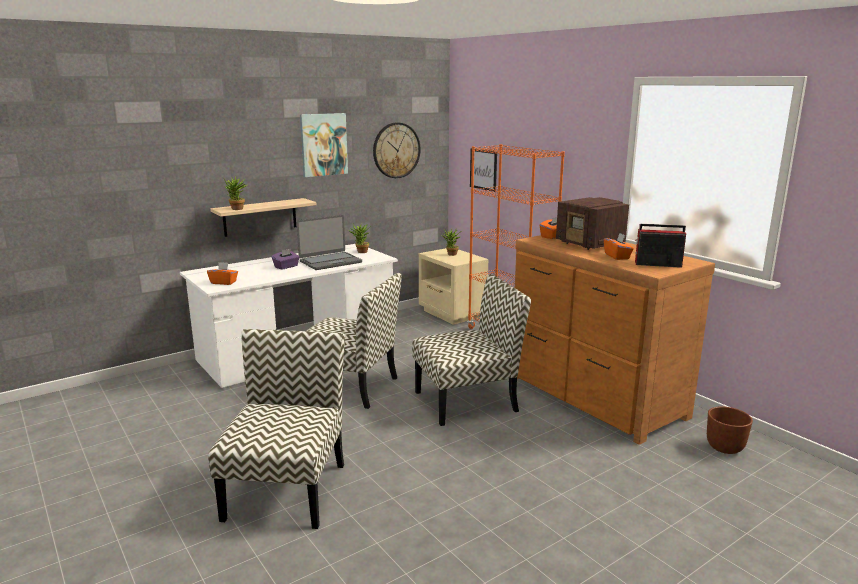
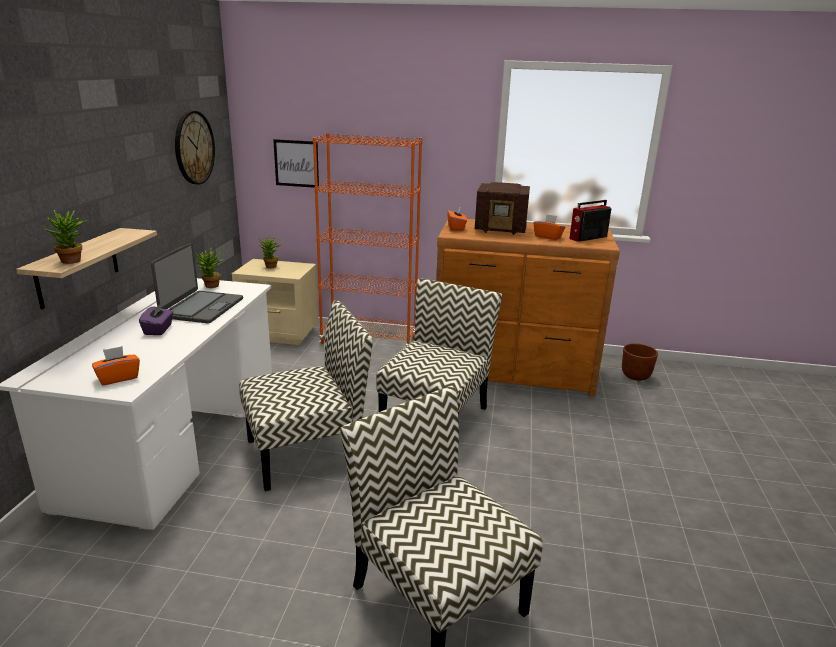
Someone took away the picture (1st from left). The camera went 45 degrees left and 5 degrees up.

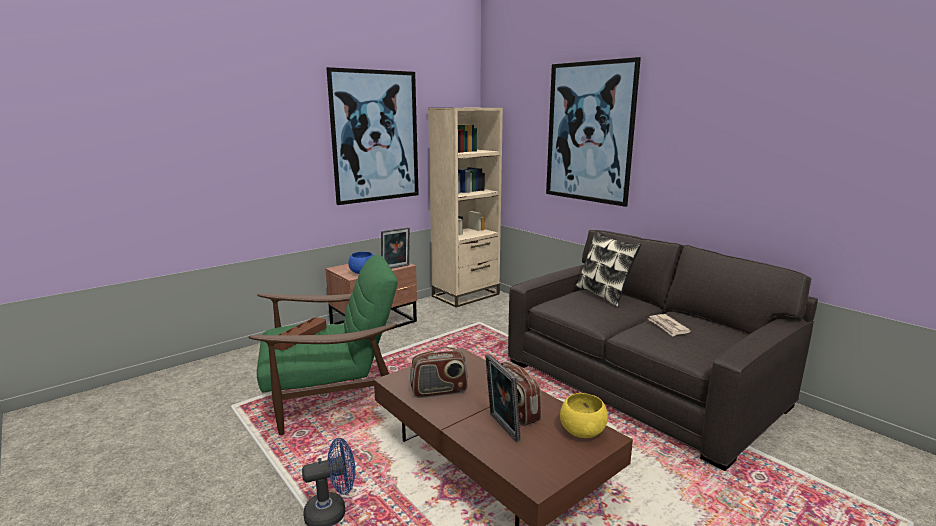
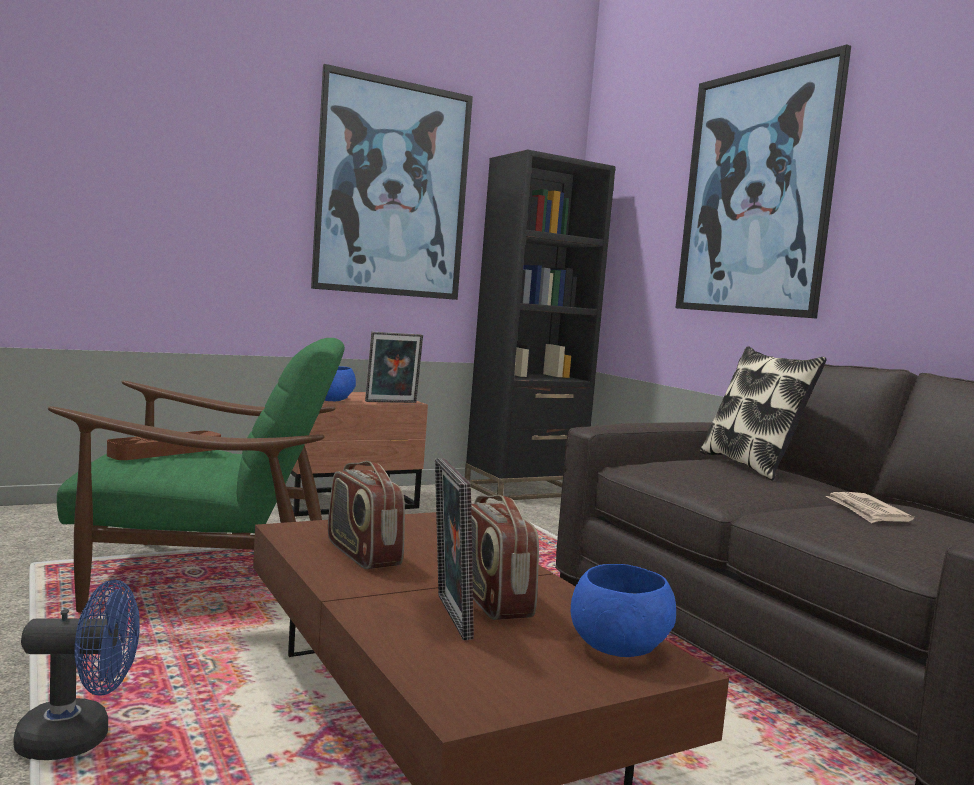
Someone rotated the radio (1st from left) by 60 degrees clockwise. Someone repainted the bookcase (beige), which became the bookcase (black). Someone repainted the bowl (yellow), which became the bowl (blue) (2nd from left). The camera went 10 degrees right and 10 degrees down.

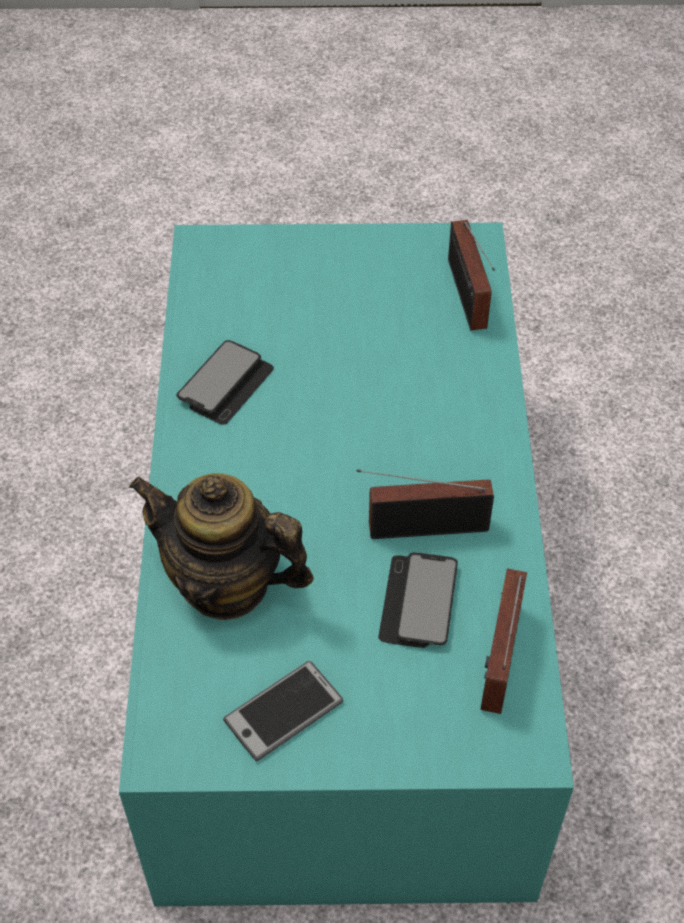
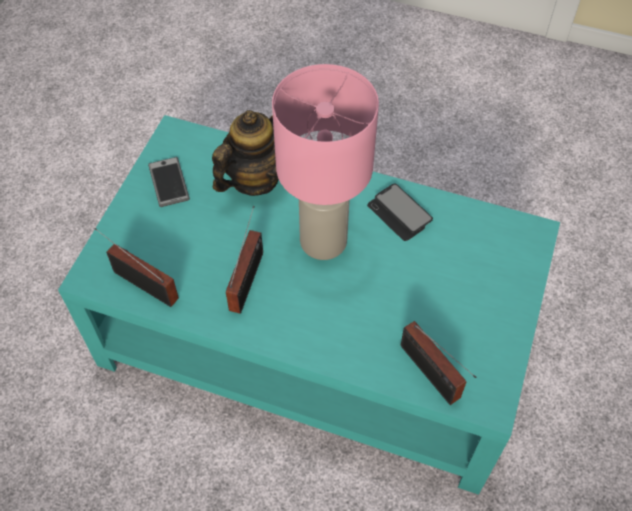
Someone took away the phone (3rd from left). Someone rotated the radio (2nd from left in the first image) by 135 degrees counterclockwise. Someone put down the table lamp (pink). The camera went 110 degrees right and 5 degrees up.

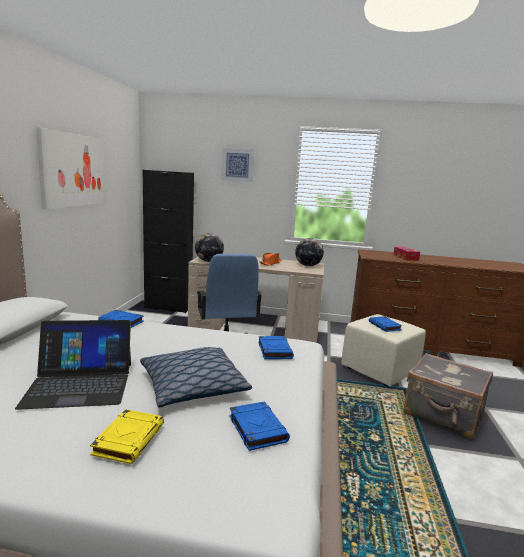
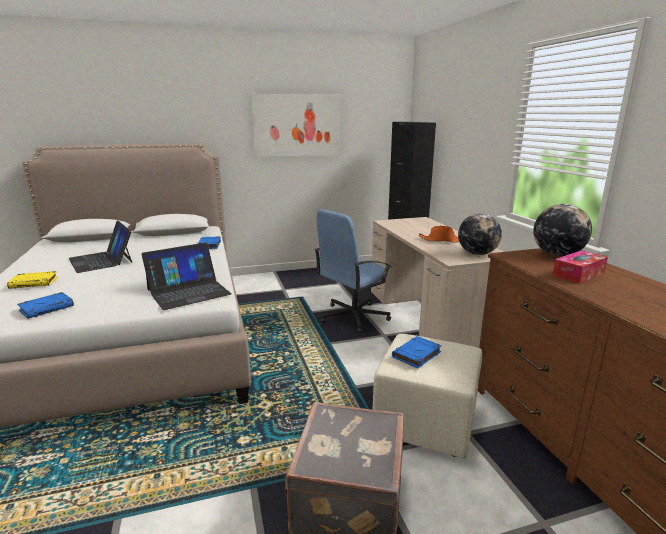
Someone took away the pillow. Someone carried the globe (1st from left in the first image). Someone took away the picture (2nd from left). Someone swapped the book (blue) (3rd from left) for the laptop (2nd from left). The camera went 65 degrees right and 5 degrees up.

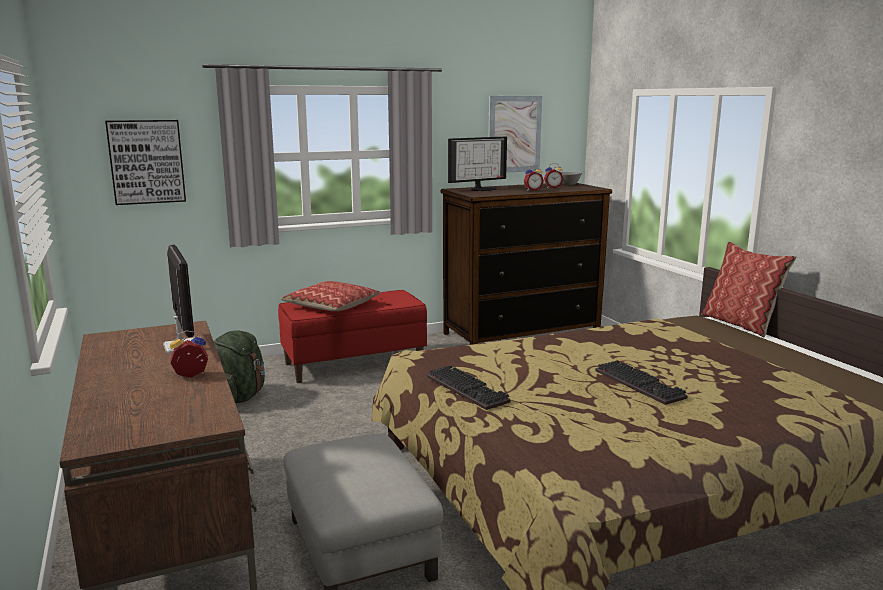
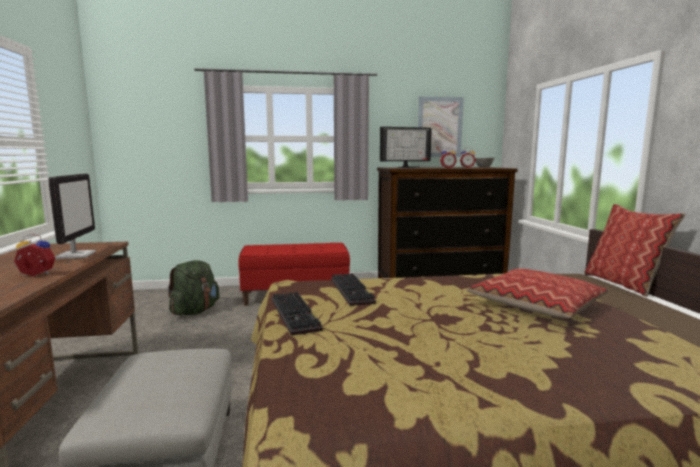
Someone took away the picture (1st from left). Someone carried the pillow (1st from left). Someone carried the keyboard (2nd from left). The camera went 15 degrees right and 5 degrees down.

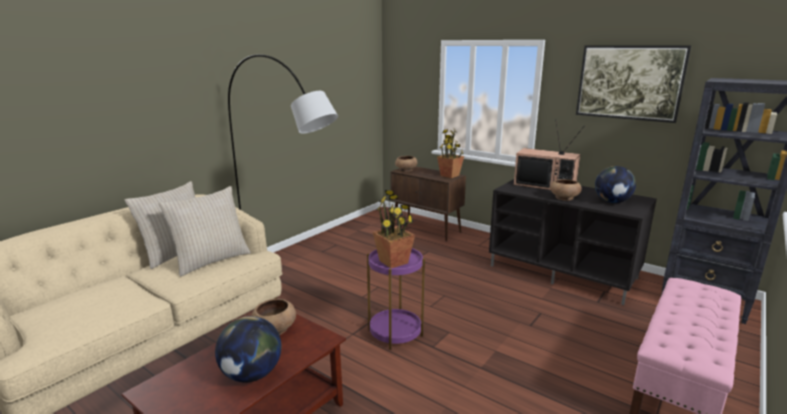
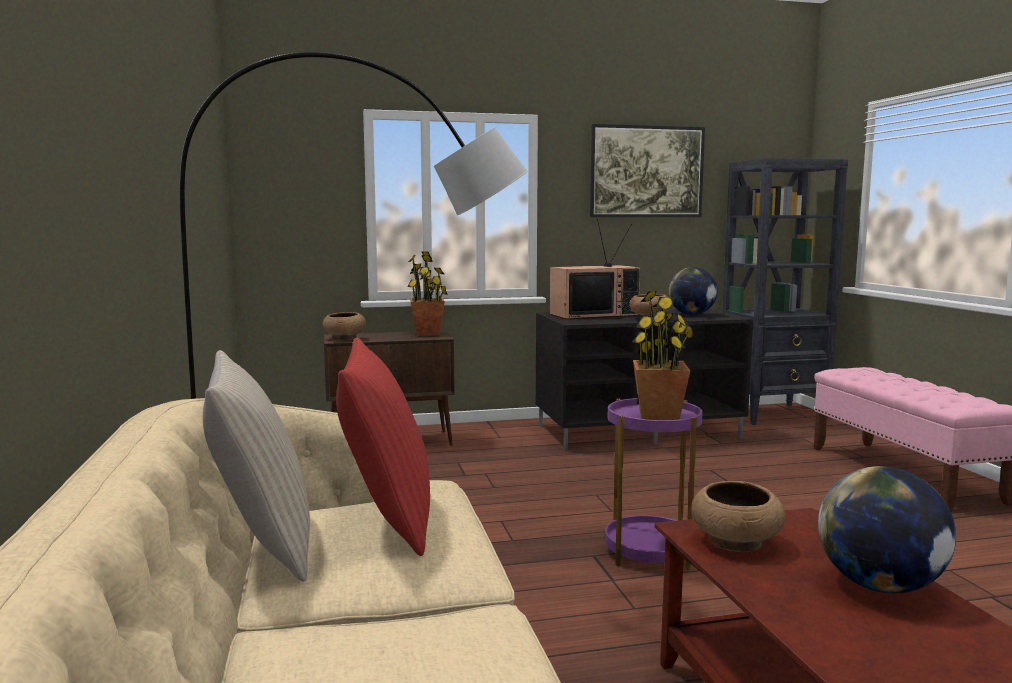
Someone repainted the pillow (beige) (2nd from left), which became the pillow (red). The camera went 50 degrees left and 10 degrees down.

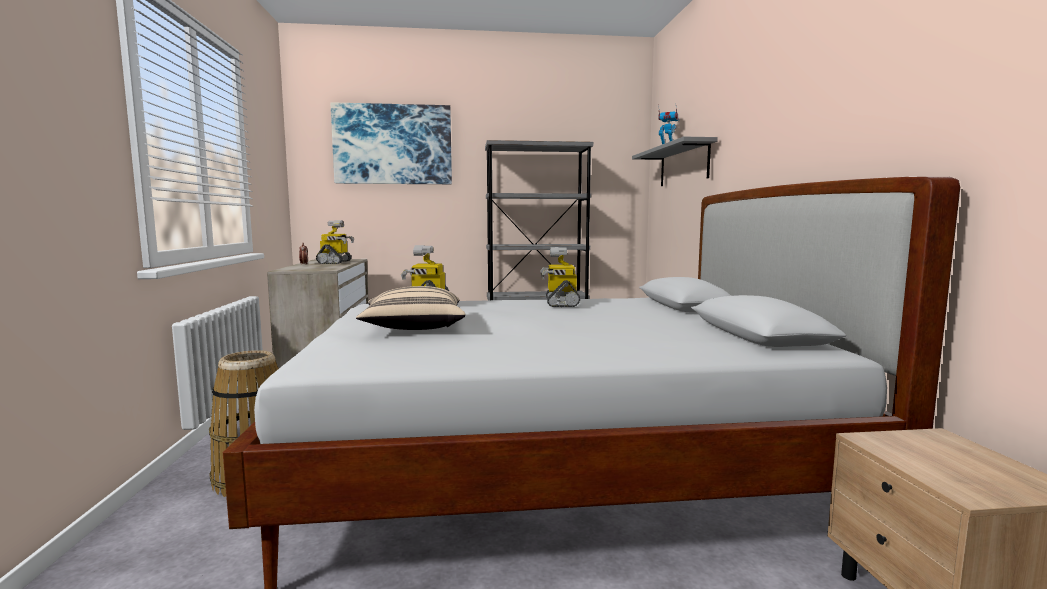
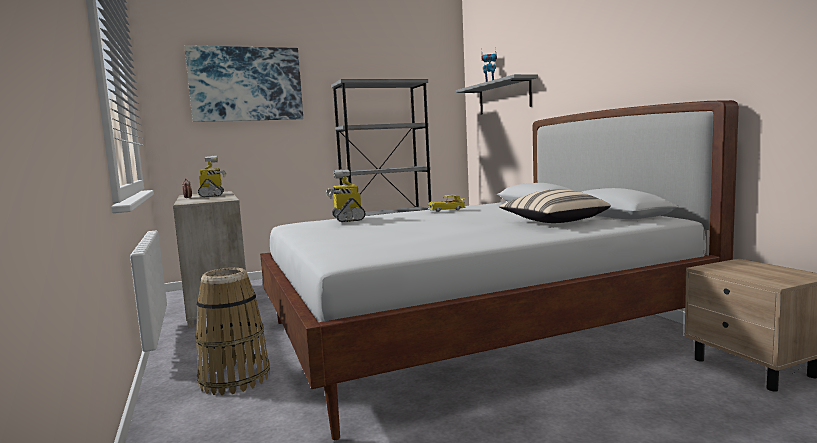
Someone carried the pillow (beige). Someone swapped the toy robot (3rd from left) for the toy car. The camera went 15 degrees left and 0 degrees up.

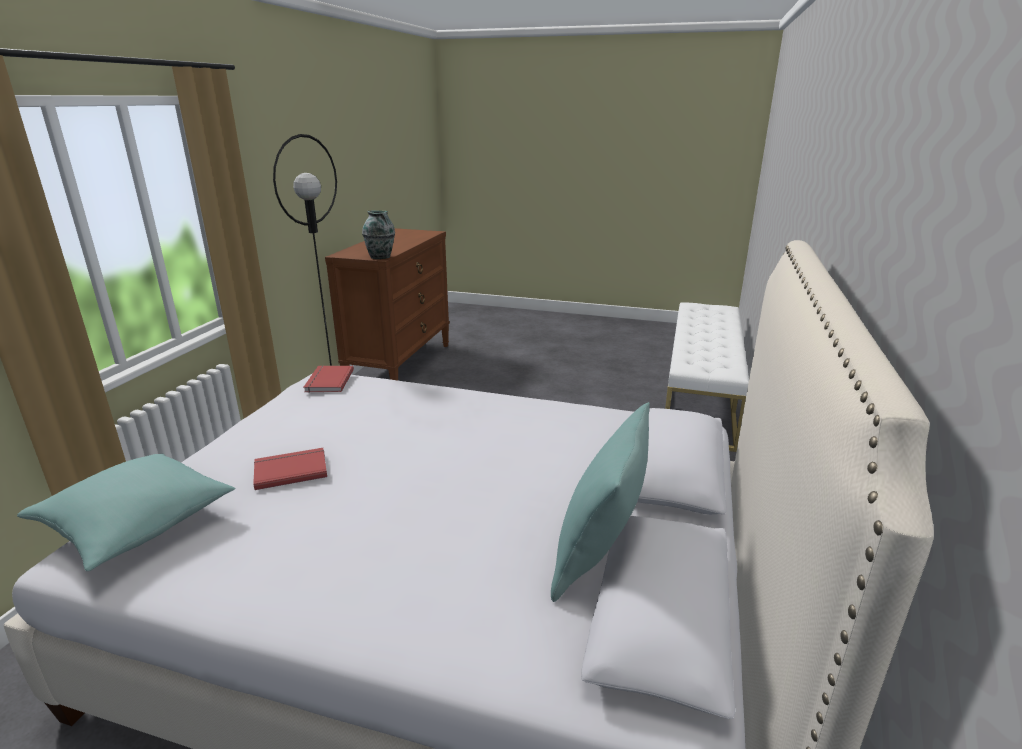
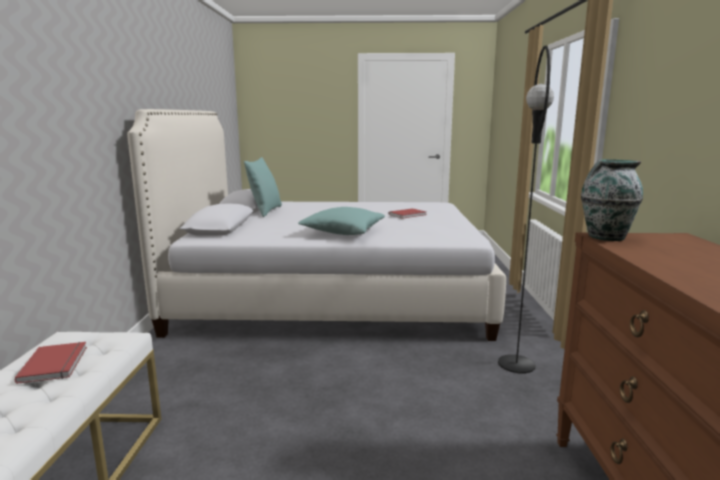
Someone carried the pillow (turquoise) (1st from left in the first image). Someone carried the book (red) (2nd from left in the first image). The camera went 165 degrees right and 10 degrees down.

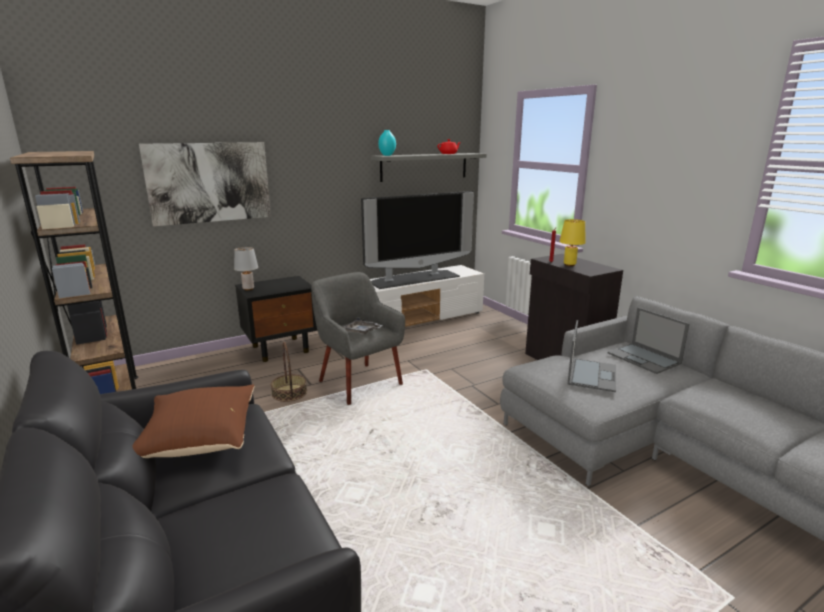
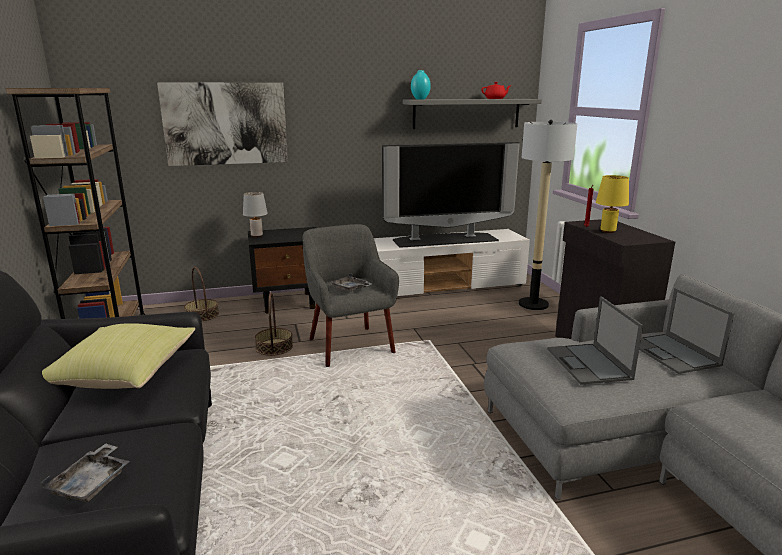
Someone repainted the pillow (brown), which became the pillow (yellow). Someone rotated the laptop (1st from left) by 135 degrees clockwise. Someone put down the tray (grey) (1st from left). Someone put down the basket (1st from left). Someone put down the floor lamp. The camera went 15 degrees right and 0 degrees up.

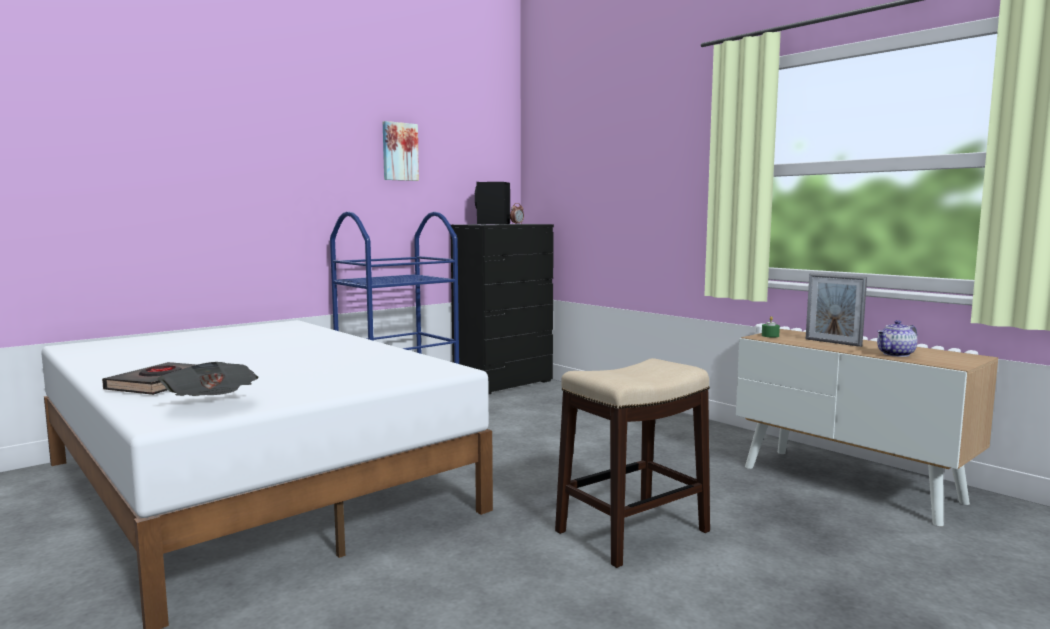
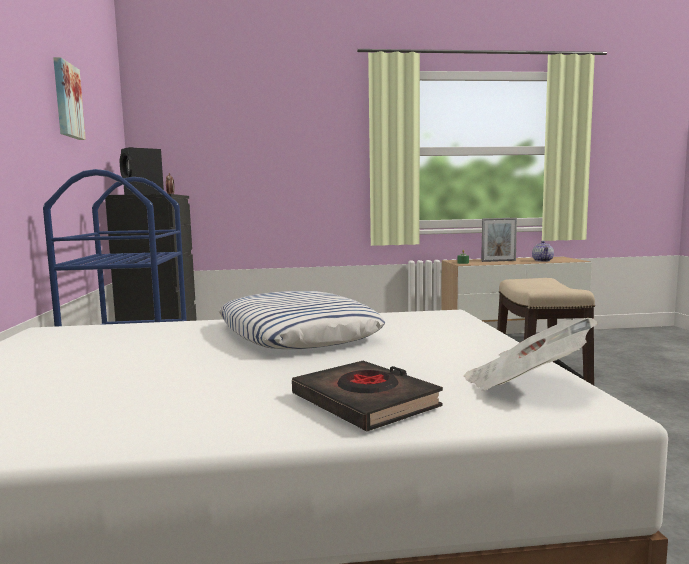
Someone put down the pillow. The camera went 55 degrees left and 0 degrees up.

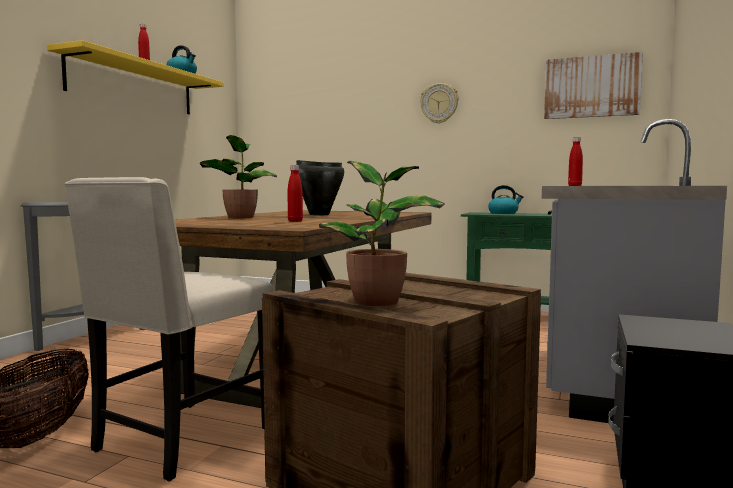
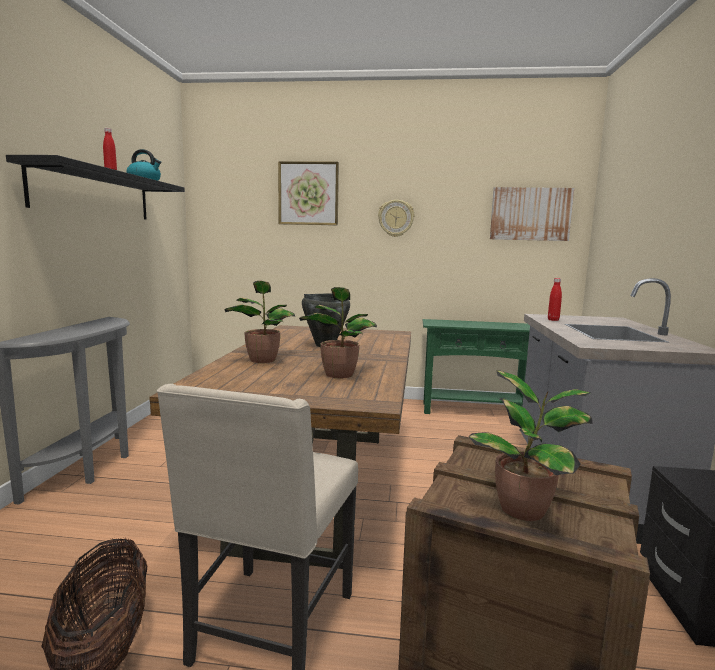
Someone repainted the shelf (yellow), which became the shelf (black). Someone swapped the bottle (red) (2nd from left) for the potted plant (2nd from left). Someone took away the kettle (2nd from left). Someone put up the picture (1st from left). The camera went 15 degrees left and 5 degrees up.

